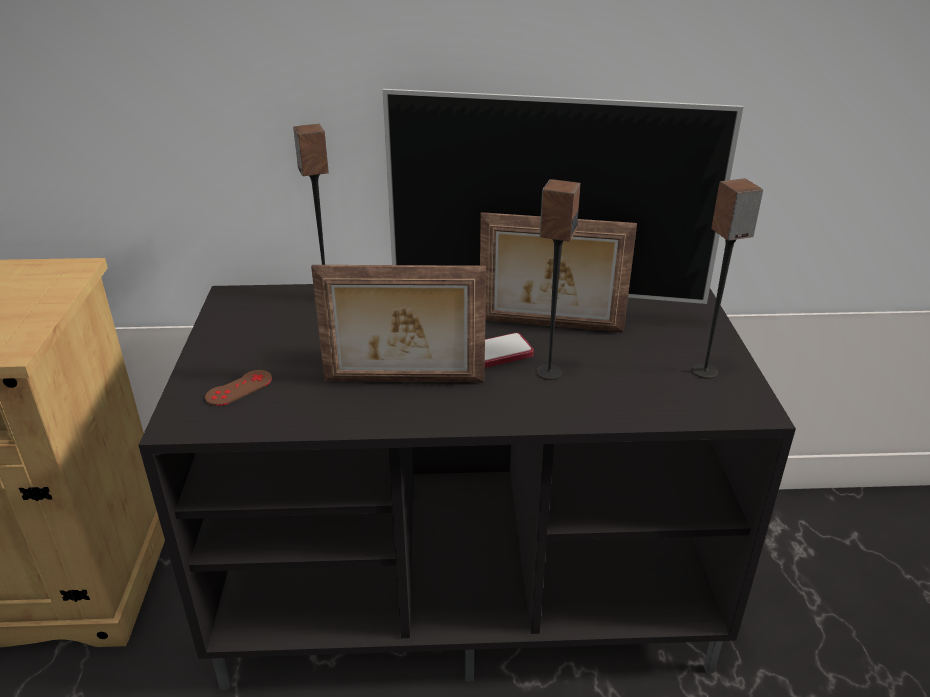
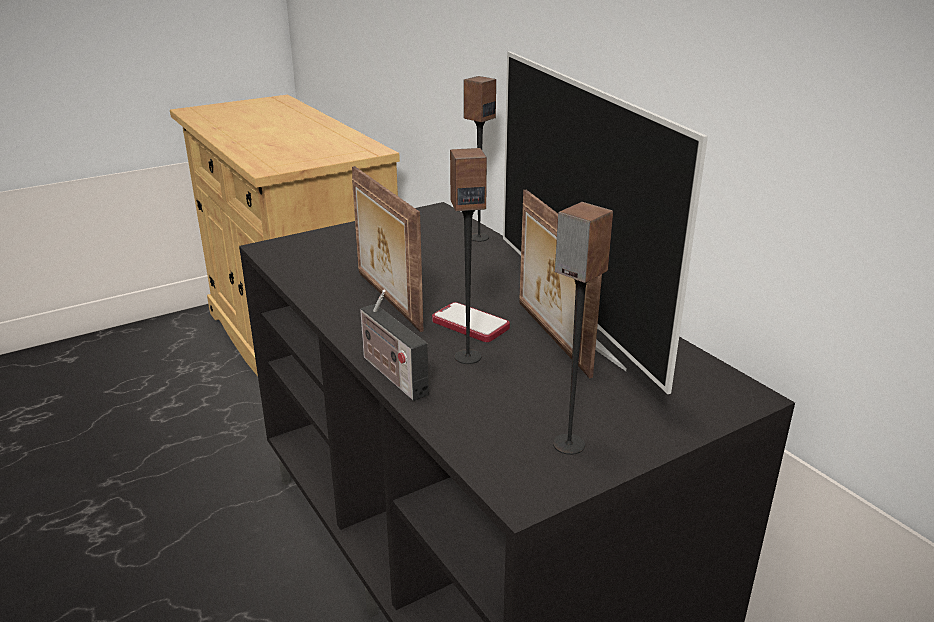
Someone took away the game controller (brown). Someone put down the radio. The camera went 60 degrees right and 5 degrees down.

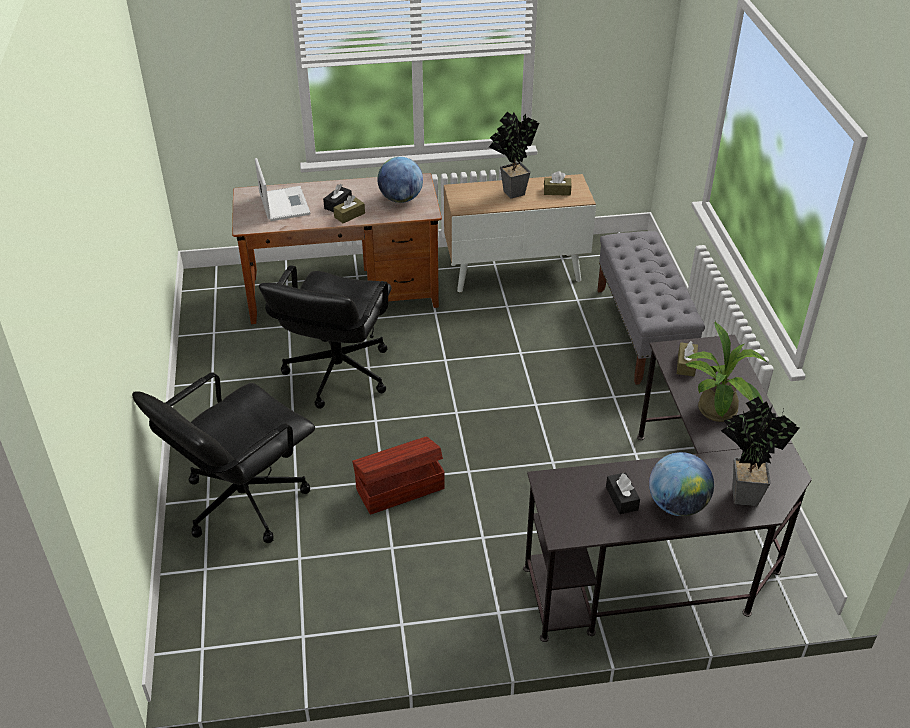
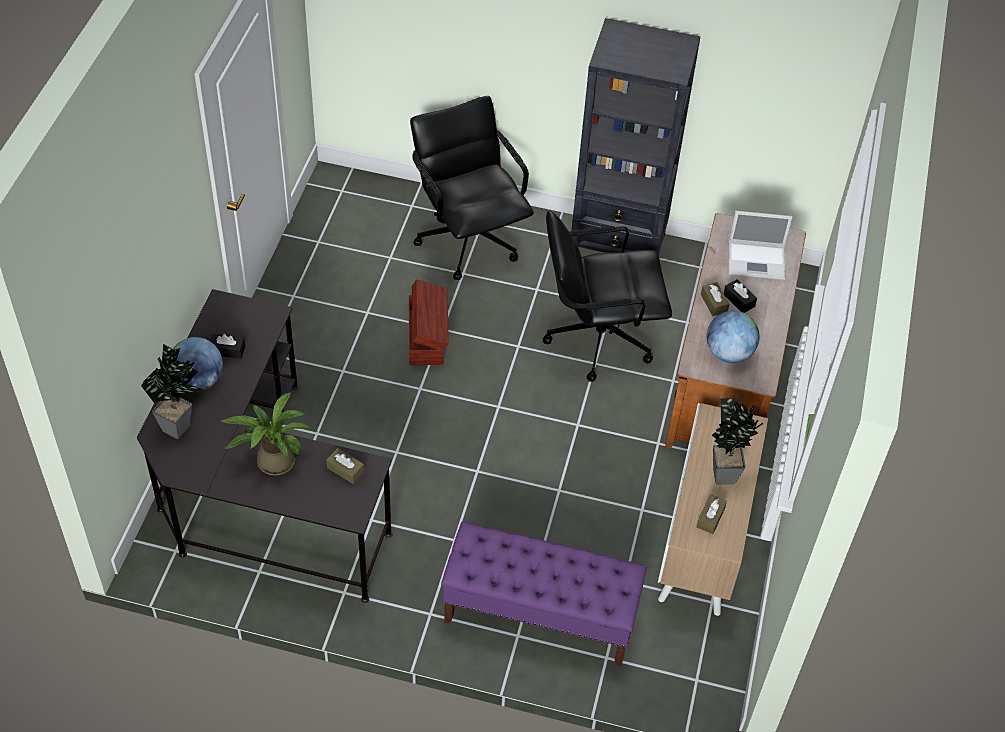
Someone rotated the office chair (black) (2nd from left) by 45 degrees counterclockwise. Someone repainted the bench (grey), which became the bench (purple). Someone put down the bookcase (black). The camera went 110 degrees right and 10 degrees up.

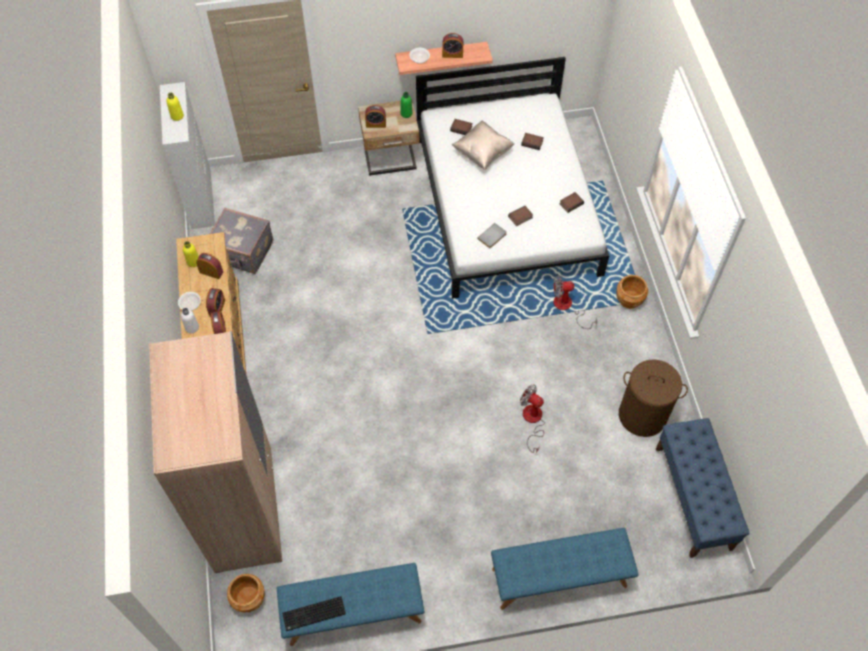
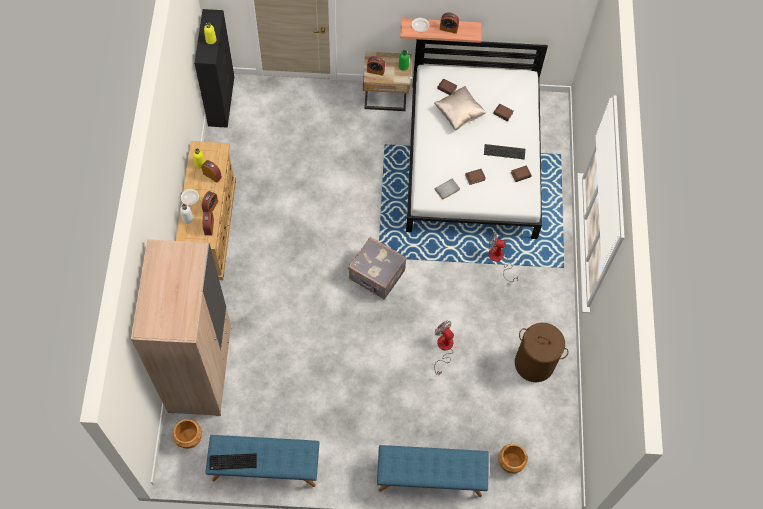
Someone repainted the cabinet (white), which became the cabinet (black). Someone carried the suitcase (grey). Someone carried the planter (brown) (2nd from left). Someone took away the bench (blue) (3rd from left). Someone put down the keyboard (2nd from left). The camera went 10 degrees right and 5 degrees up.

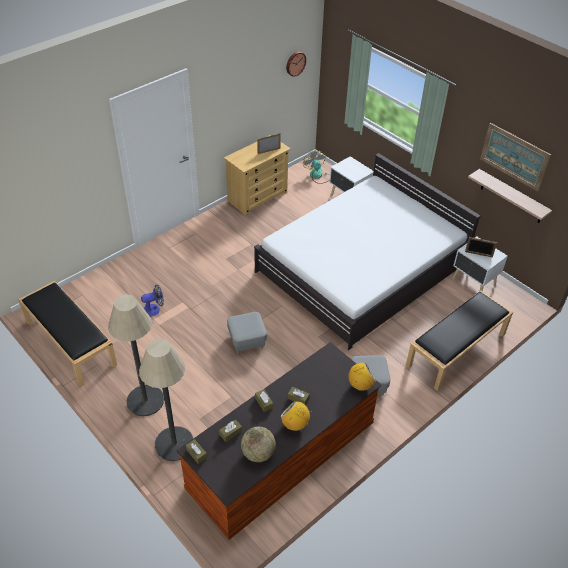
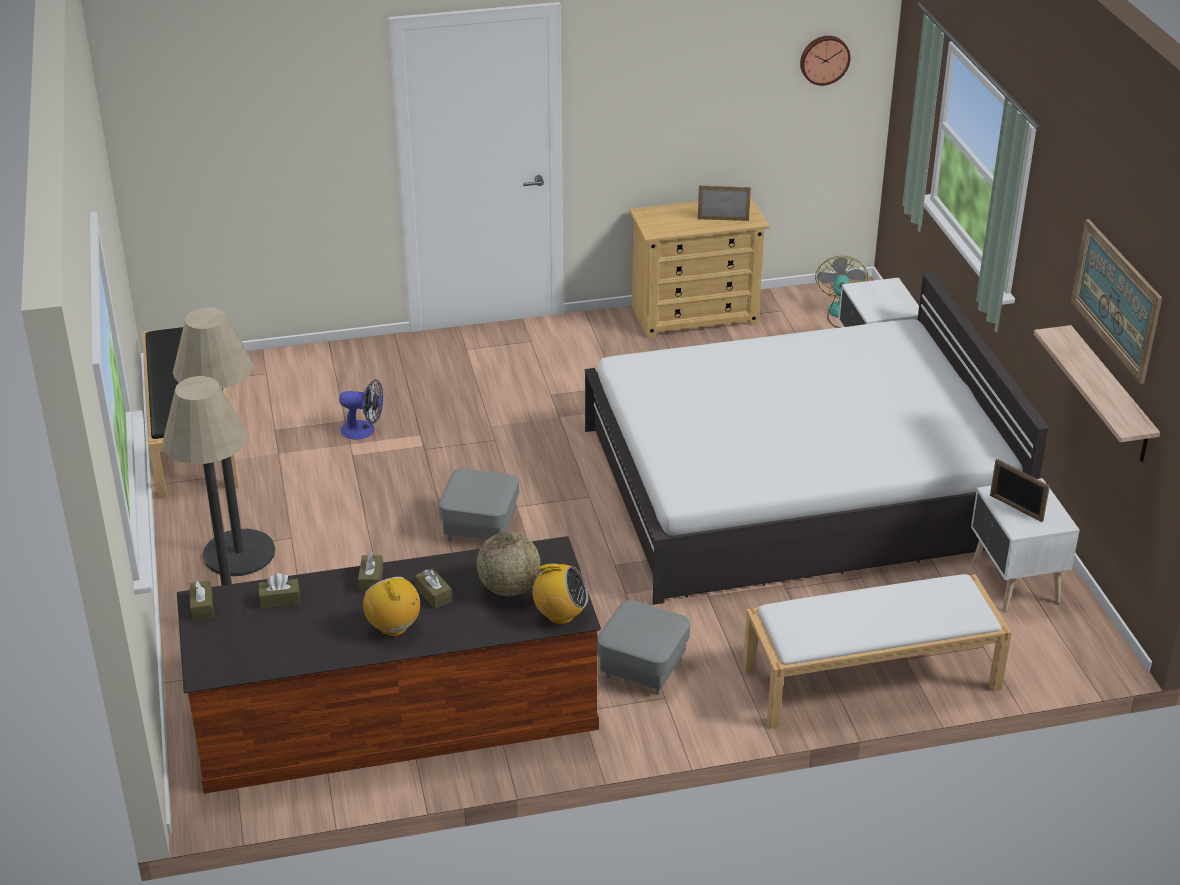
Someone carried the globe. Someone repainted the bench (black) (2nd from left), which became the bench (white). The camera went 30 degrees right and 10 degrees down.

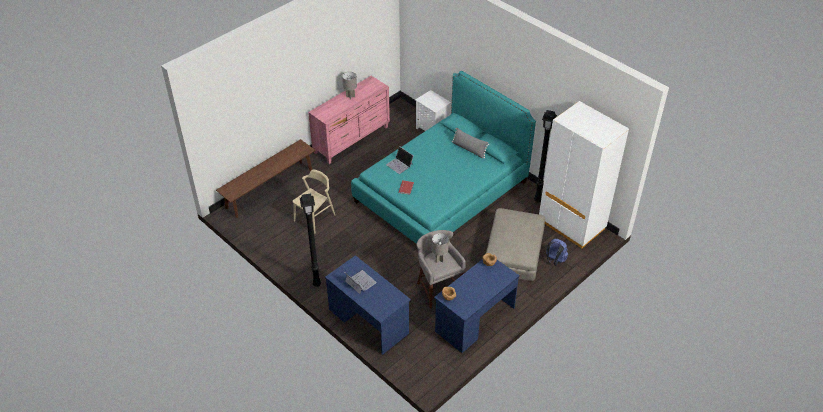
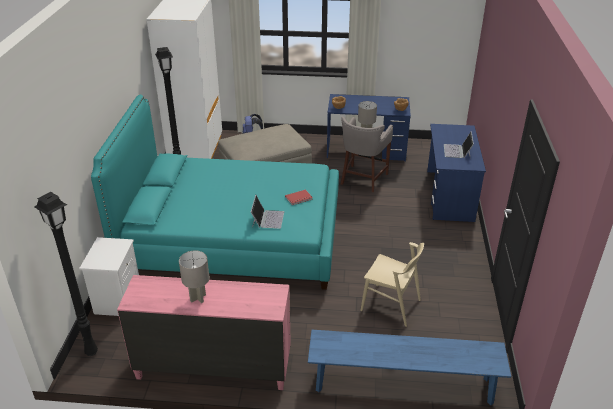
Someone repainted the bench (brown), which became the bench (blue). Someone rotated the chair (beige) by 150 degrees counterclockwise. Someone carried the floor lamp (black) (1st from left). Someone took away the pillow (grey). The camera went 130 degrees left and 10 degrees down.

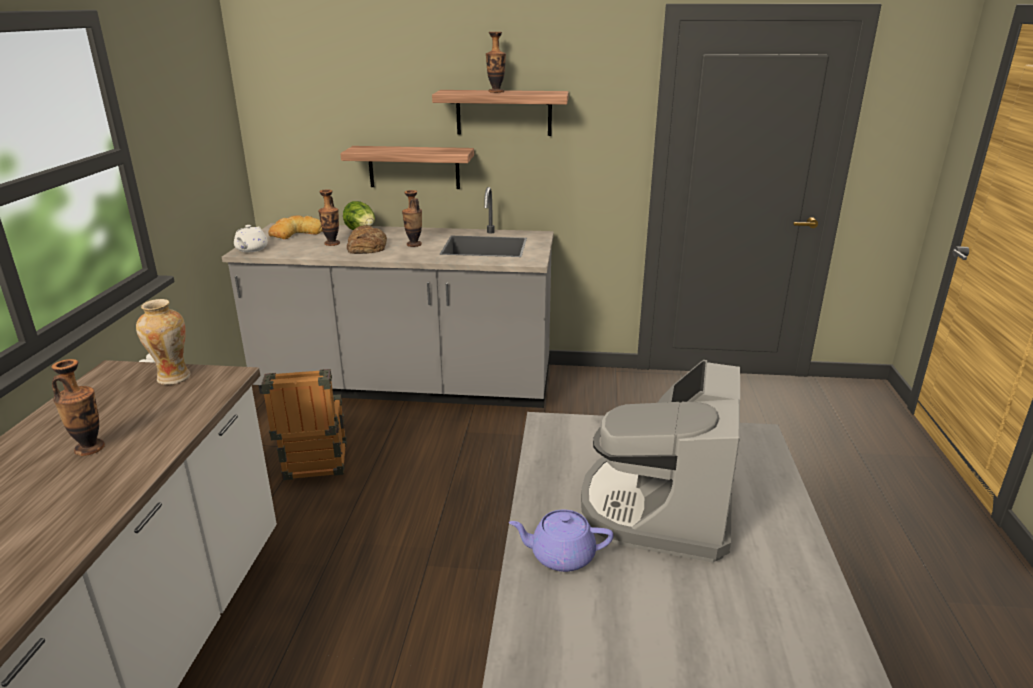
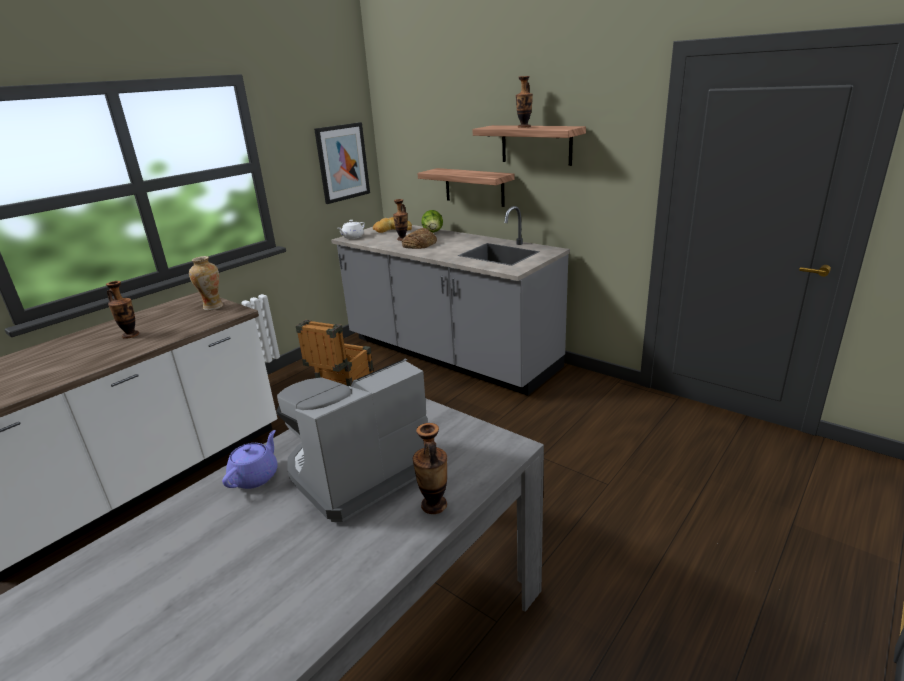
Someone carried the vase (4th from left). Someone rotated the teapot (purple) by 75 degrees clockwise. Someone put up the picture. The camera went 35 degrees right and 0 degrees up.

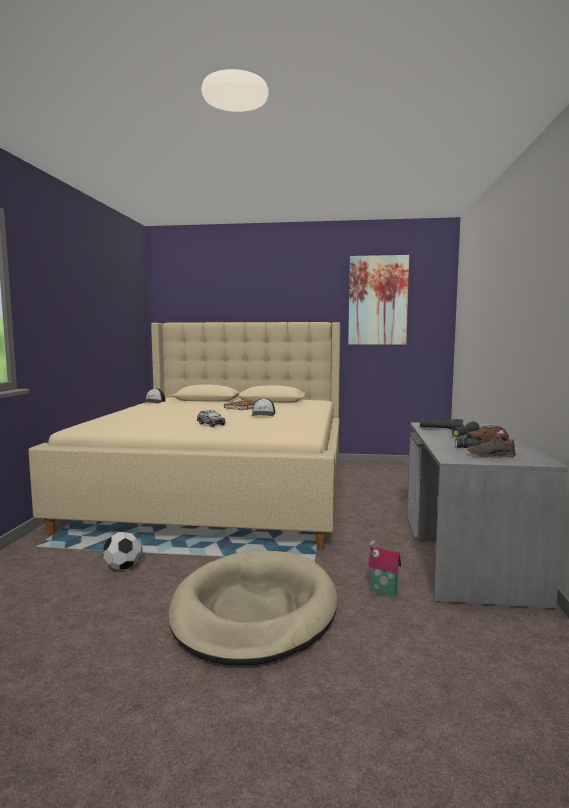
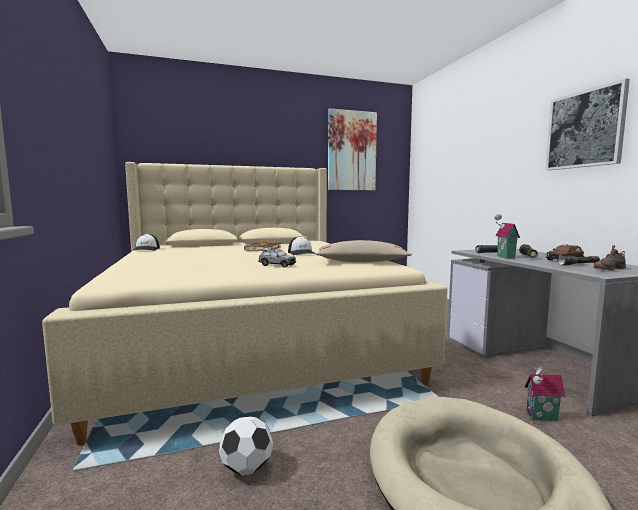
Someone put down the pillow (beige). Someone put down the toy house (1st from left). Someone put up the picture (2nd from left). The camera went 25 degrees left and 0 degrees up.

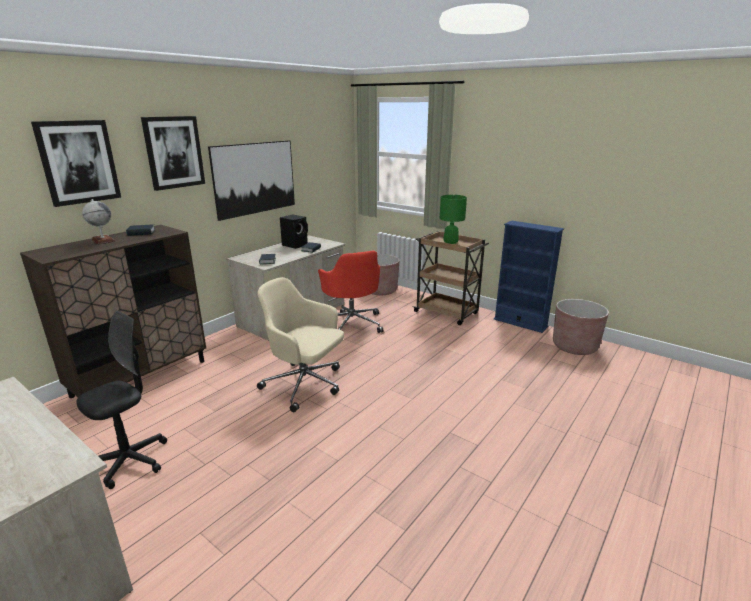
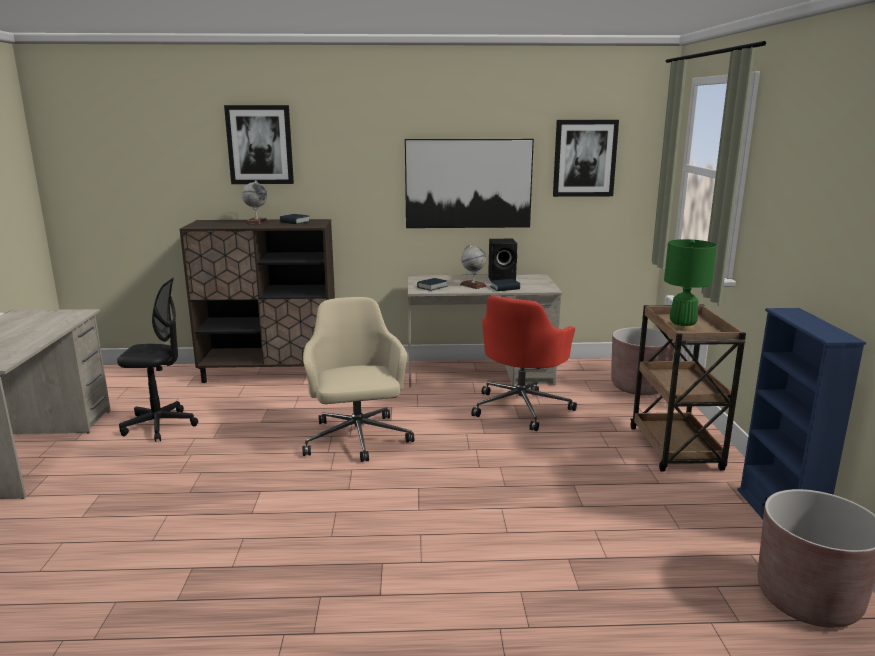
Someone carried the picture (2nd from left in the first image). Someone put down the globe (2nd from left). The camera went 50 degrees right and 5 degrees down.

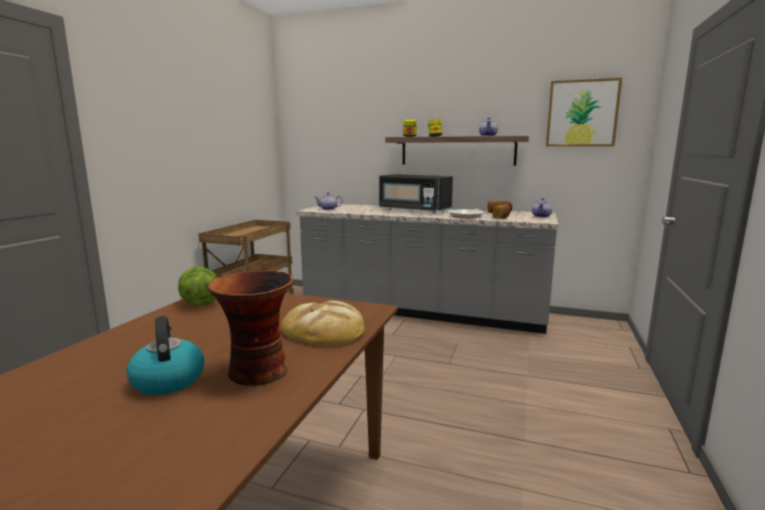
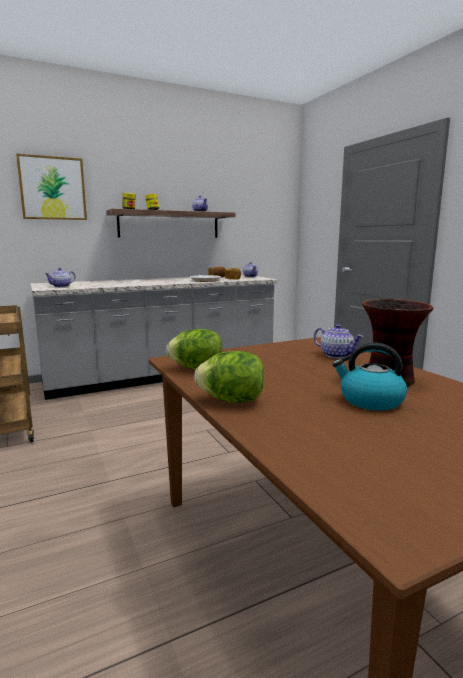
Someone swapped the bread (1st from left) for the teapot (4th from left). Someone took away the microwave (black). Someone carried the picture. Someone put down the lettuce (2nd from left). The camera went 45 degrees left and 0 degrees up.

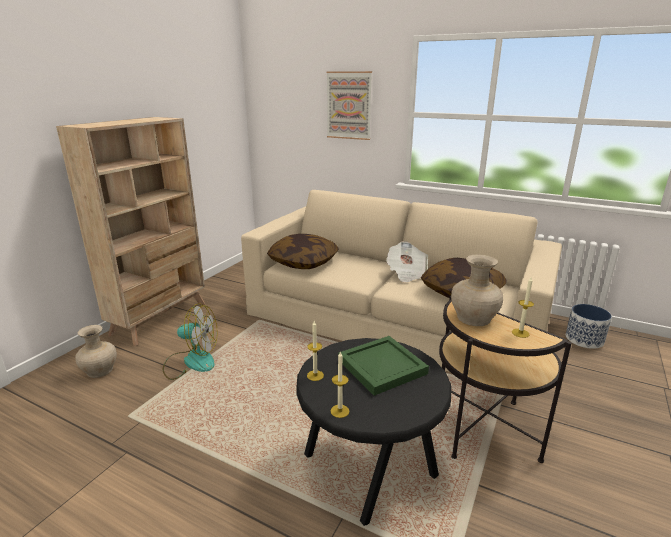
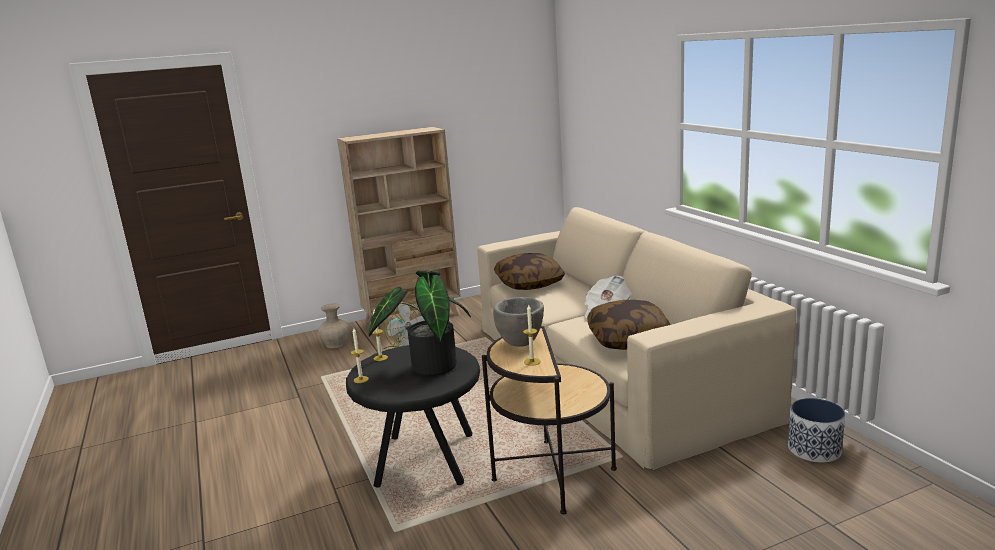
Someone took away the picture. Someone swapped the tray (green) for the potted plant. Someone swapped the vase (beige) (2nd from left) for the bowl (grey). The camera went 40 degrees right and 5 degrees down.

